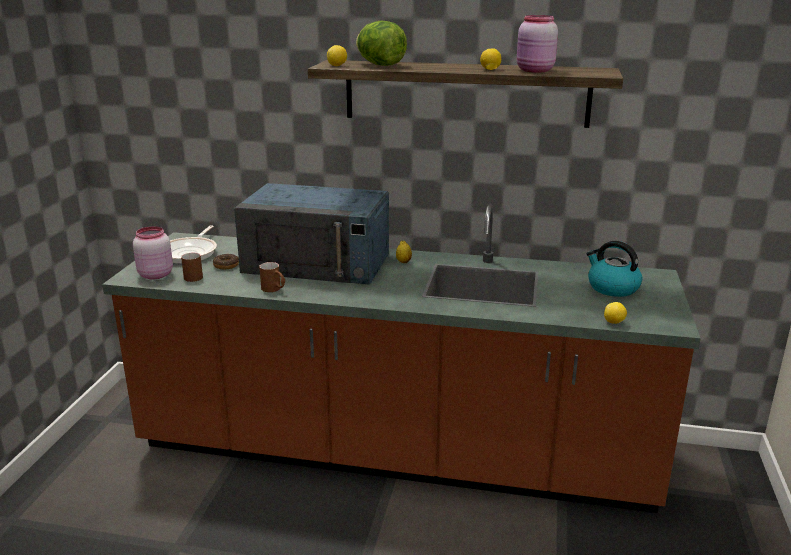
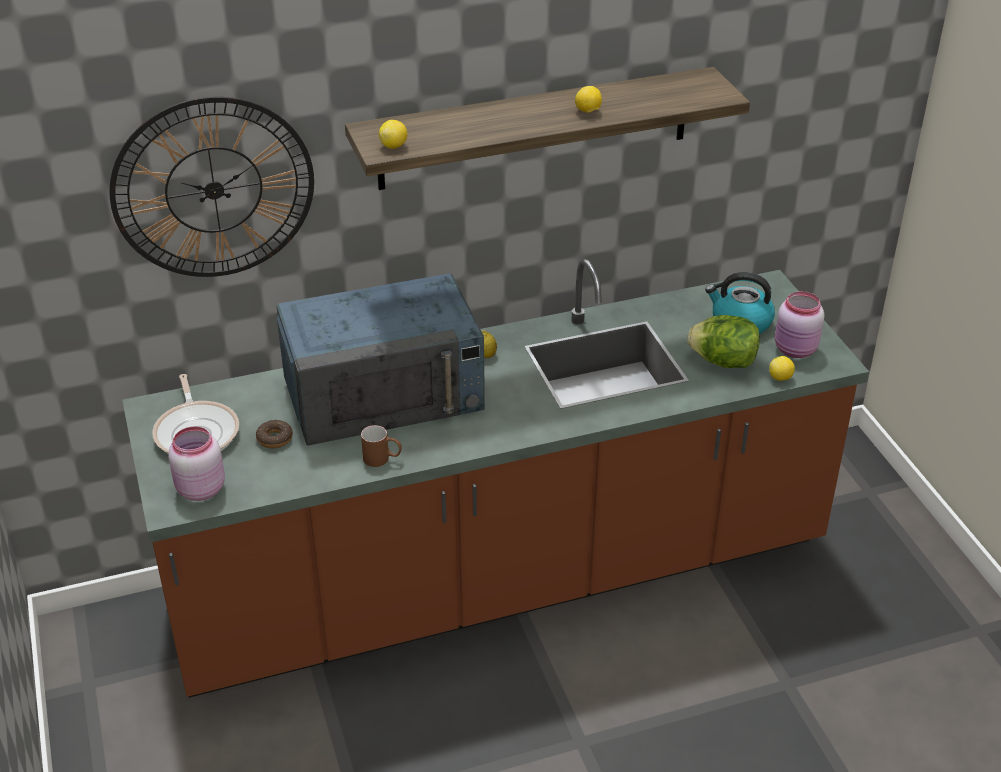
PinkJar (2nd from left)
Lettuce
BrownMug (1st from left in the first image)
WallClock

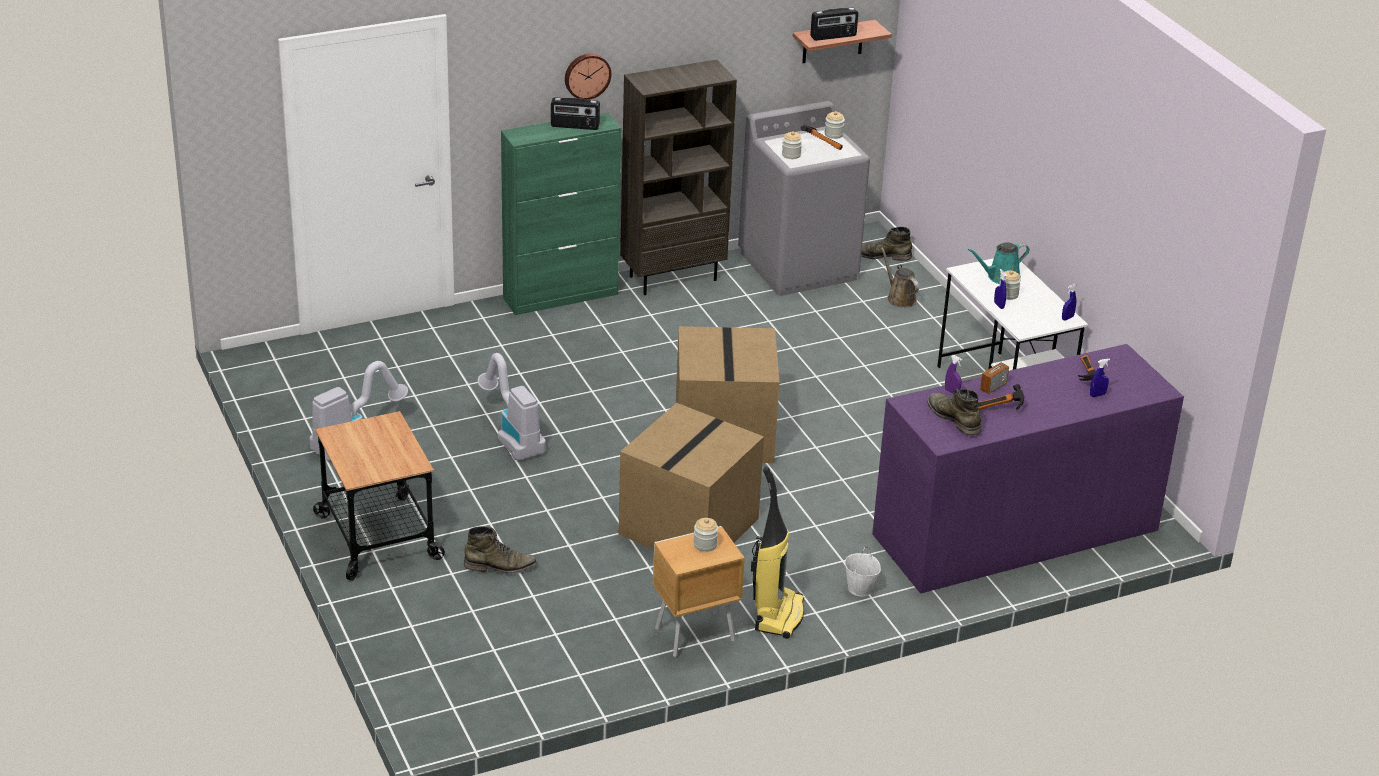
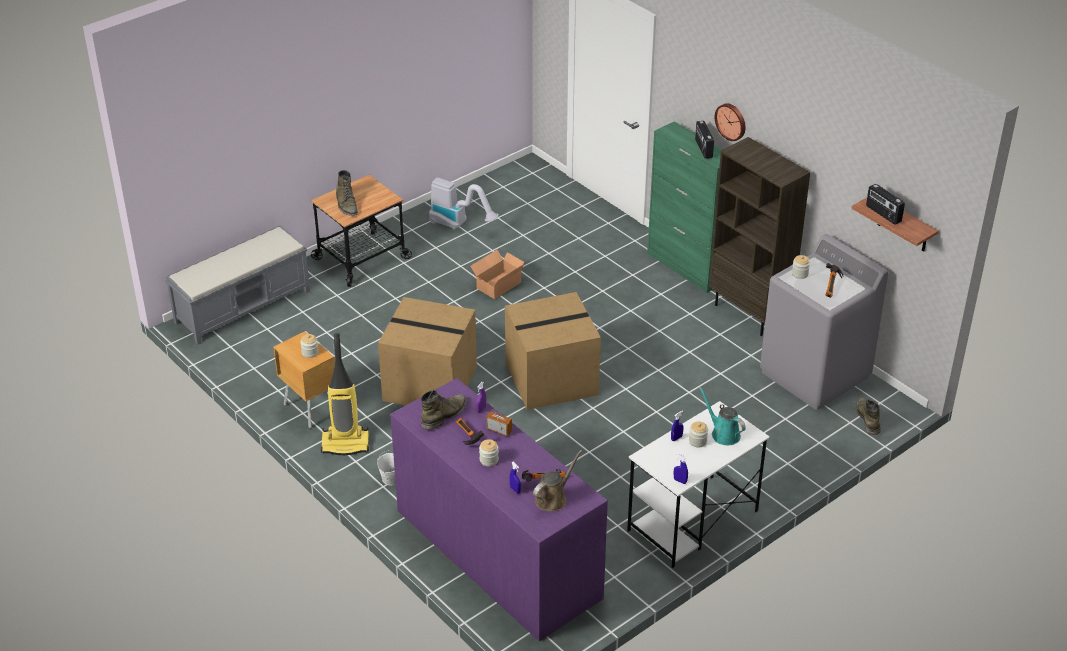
Jar (2nd from left)
BrownWateringCan
CardboardBox (2nd from left)
GreenBoot (1st from left)
GreyBench

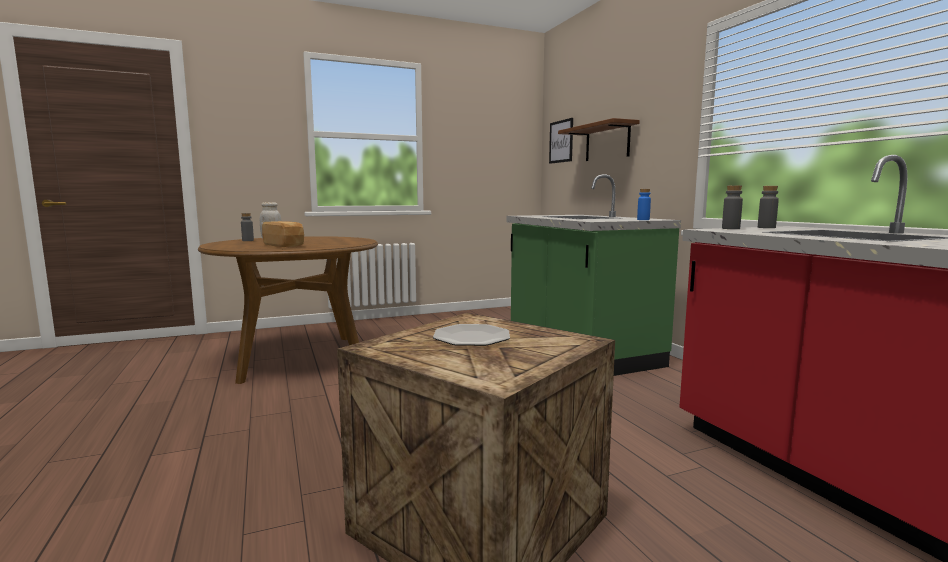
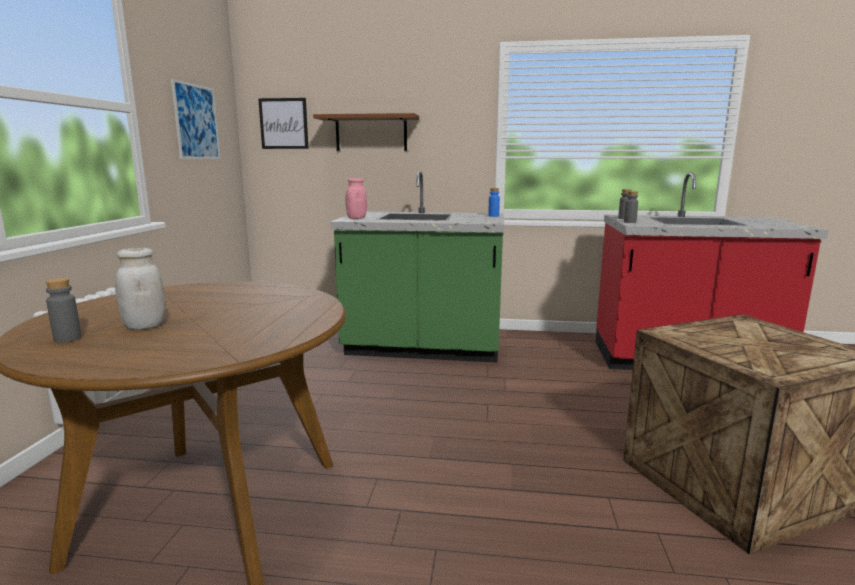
Bread
Plate
Picture (1st from left)
PinkJar

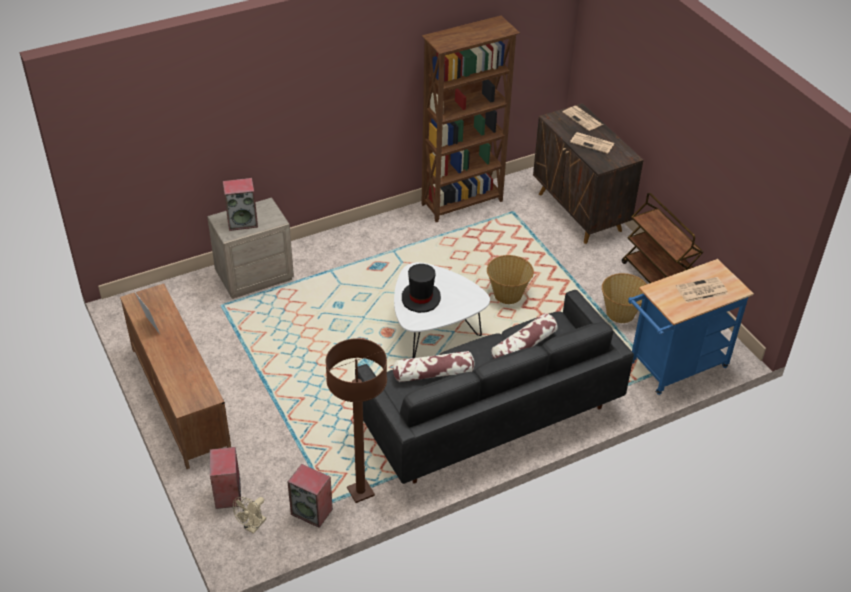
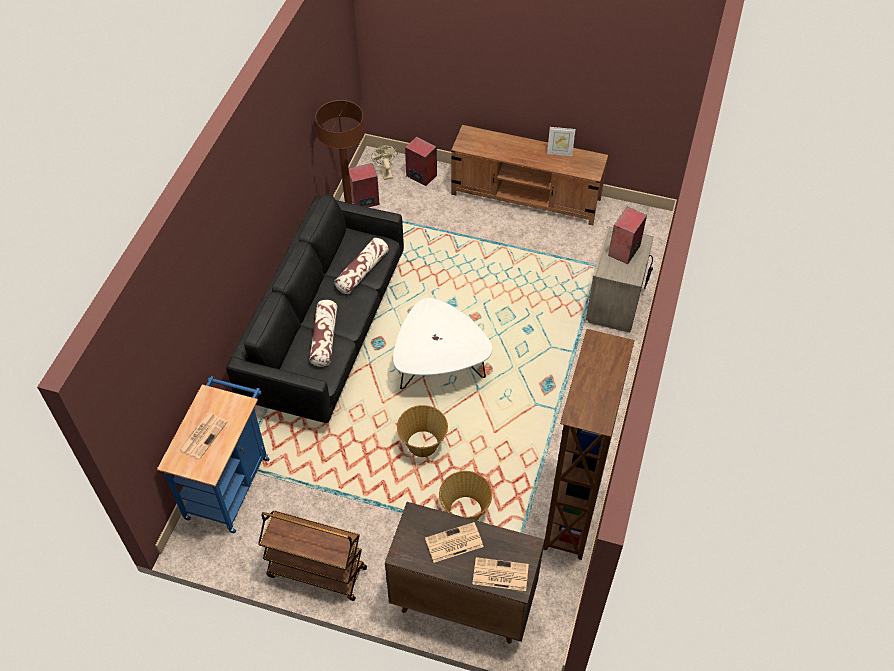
BlackHat
Basket (2nd from left)

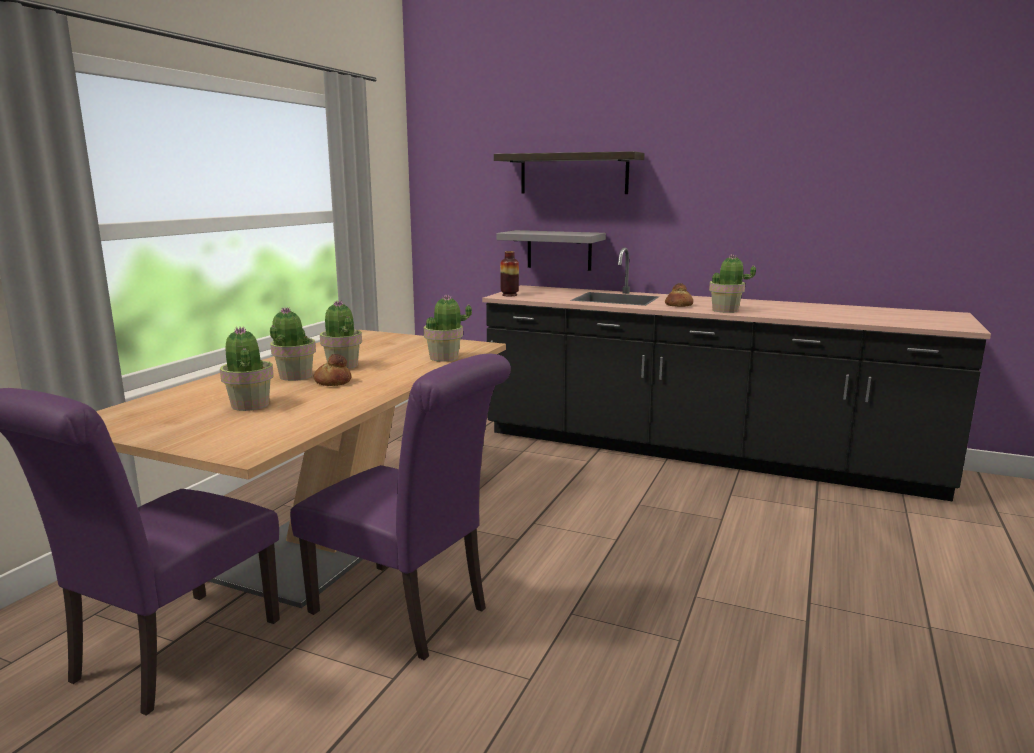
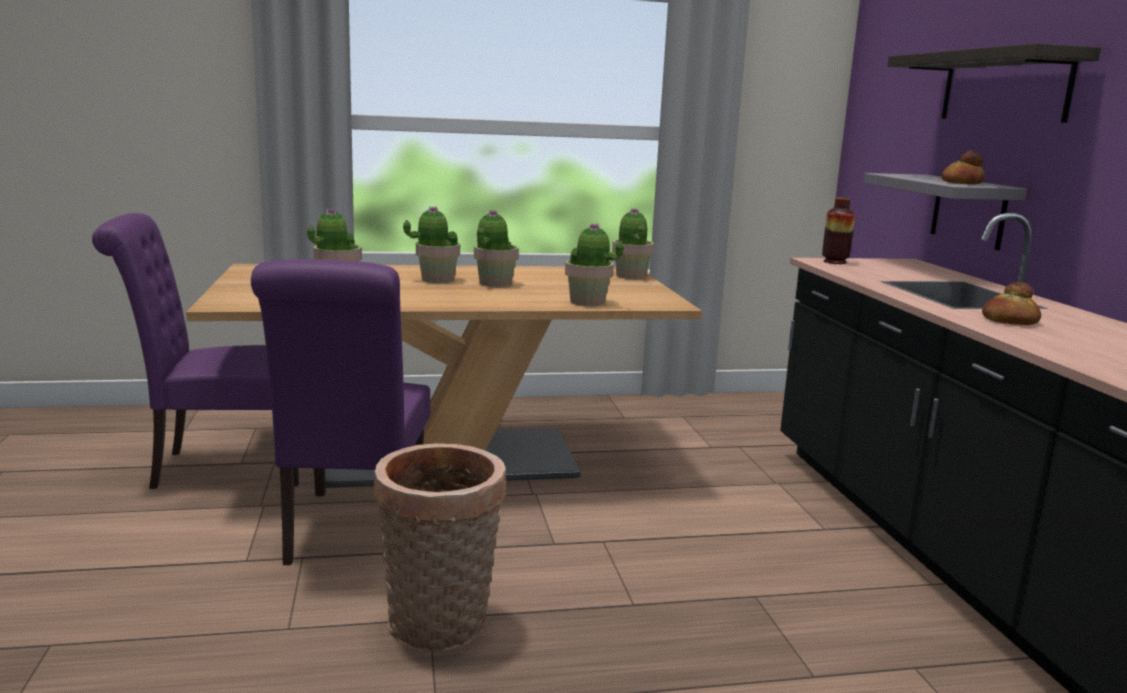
PottedPlant (5th from left)
Bread (1st from left)
Basket

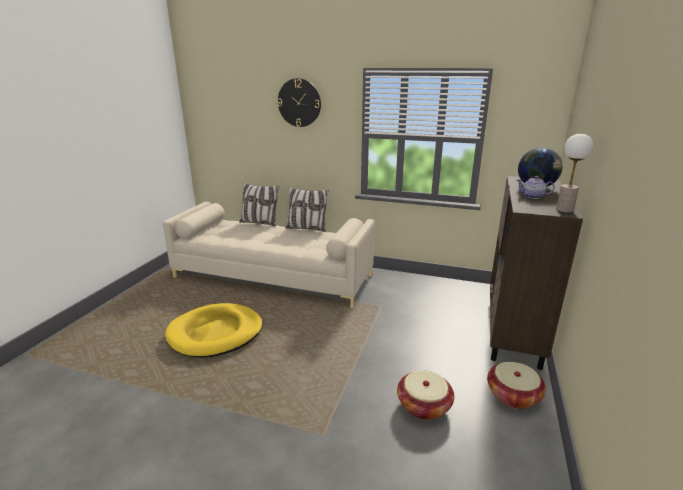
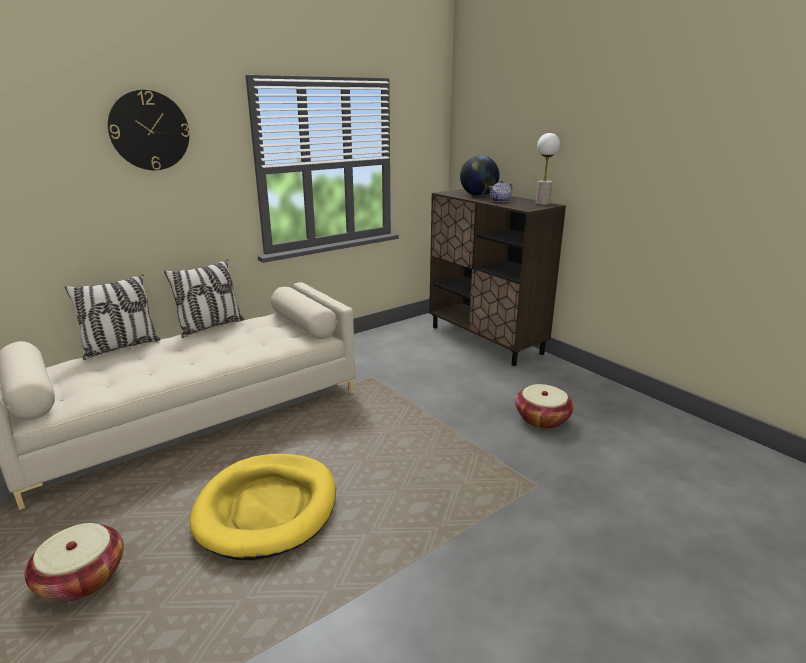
Basket (1st from left)

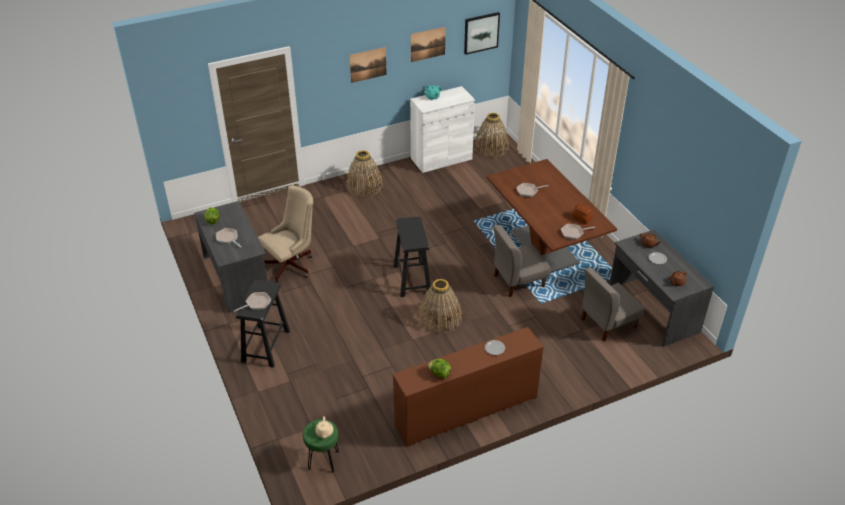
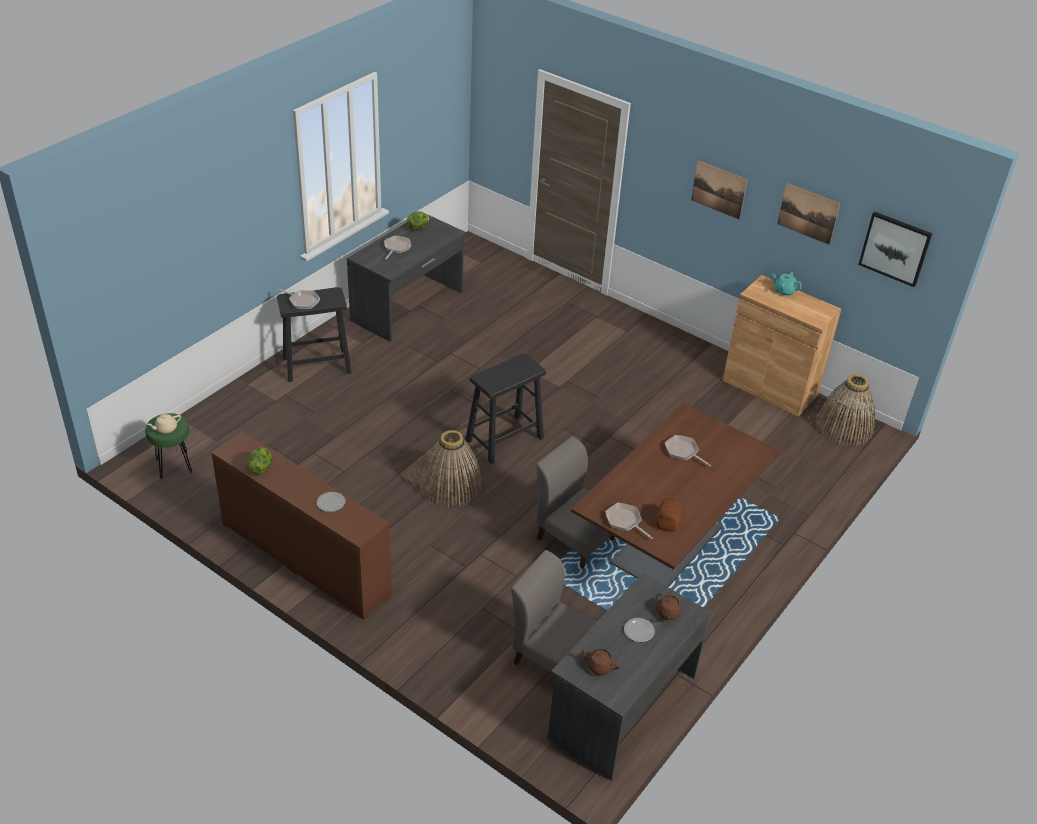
BrownCabinet
Basket (1st from left in the first image)
BeigeOfficeChair

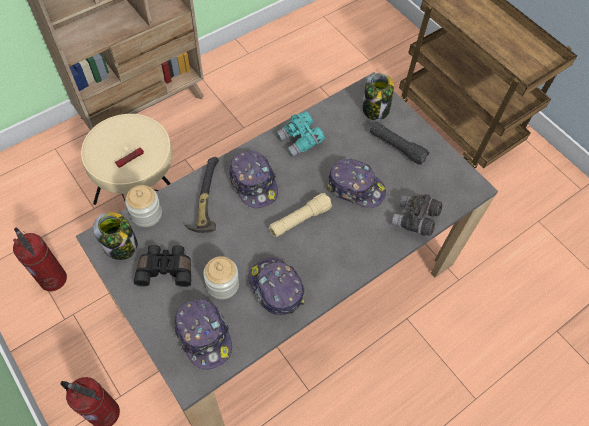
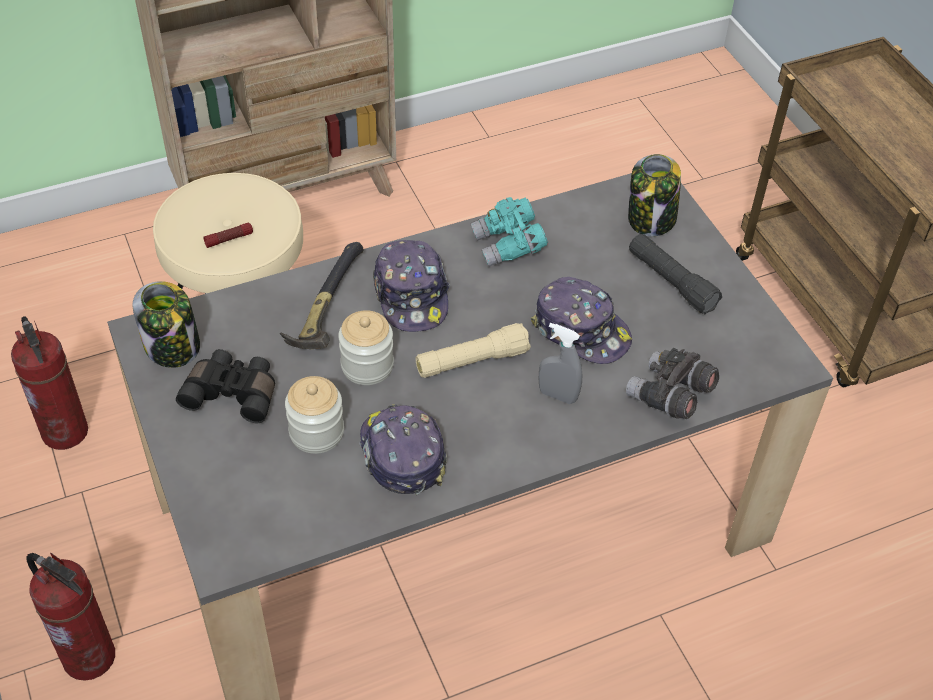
Jar (3rd from left)
Cap (1st from left in the first image)
GreySprayBottle

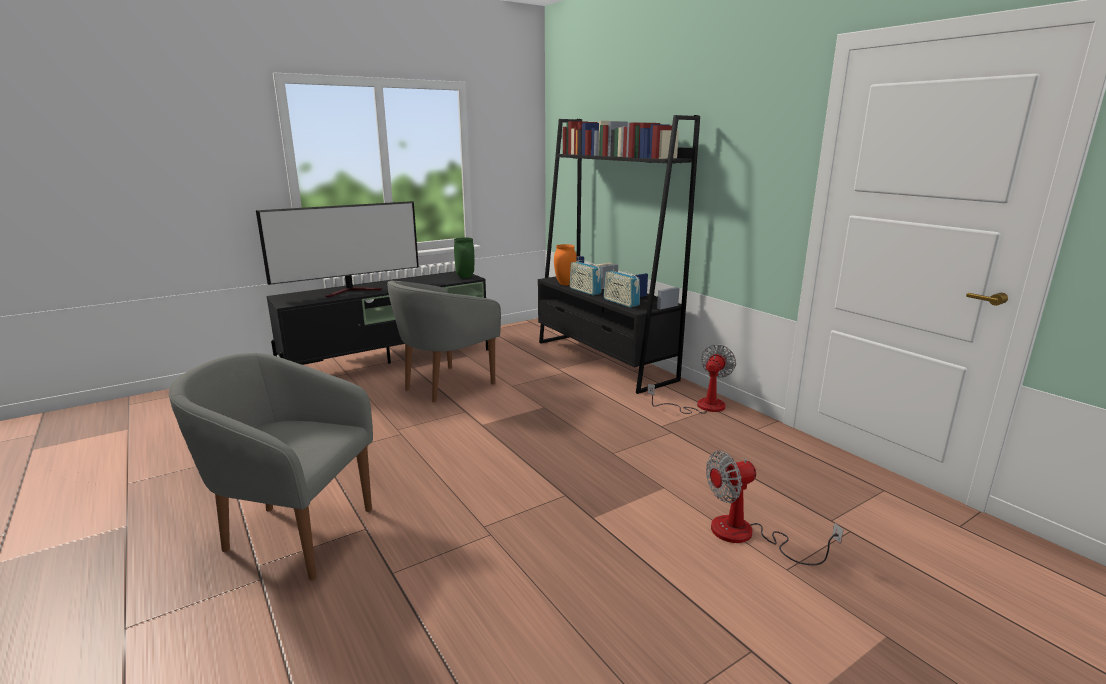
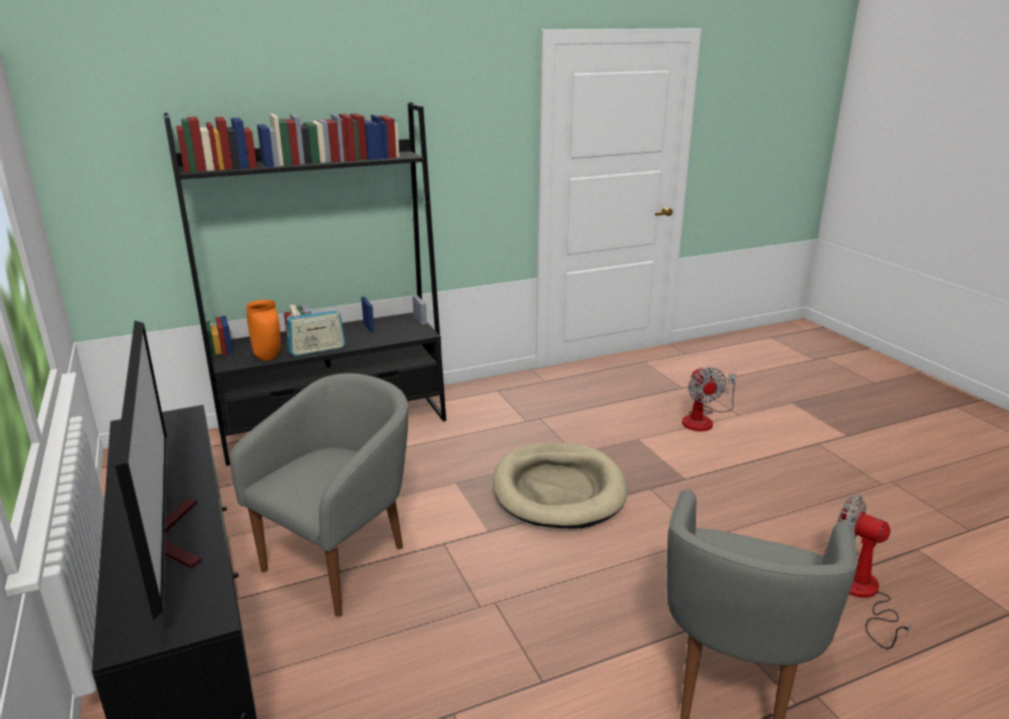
GreenVase
Radio (2nd from left in the first image)
GreyArmchair (1st from left)
Fan (2nd from left)
BeigeDogBed

